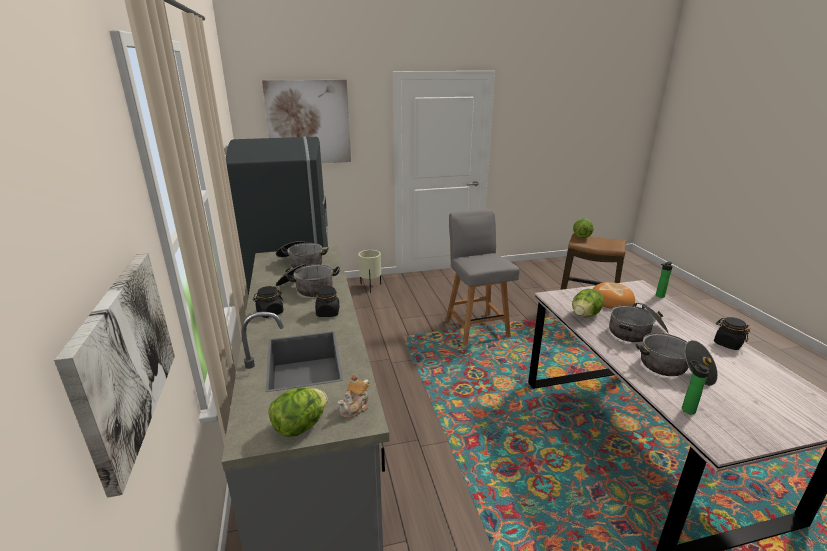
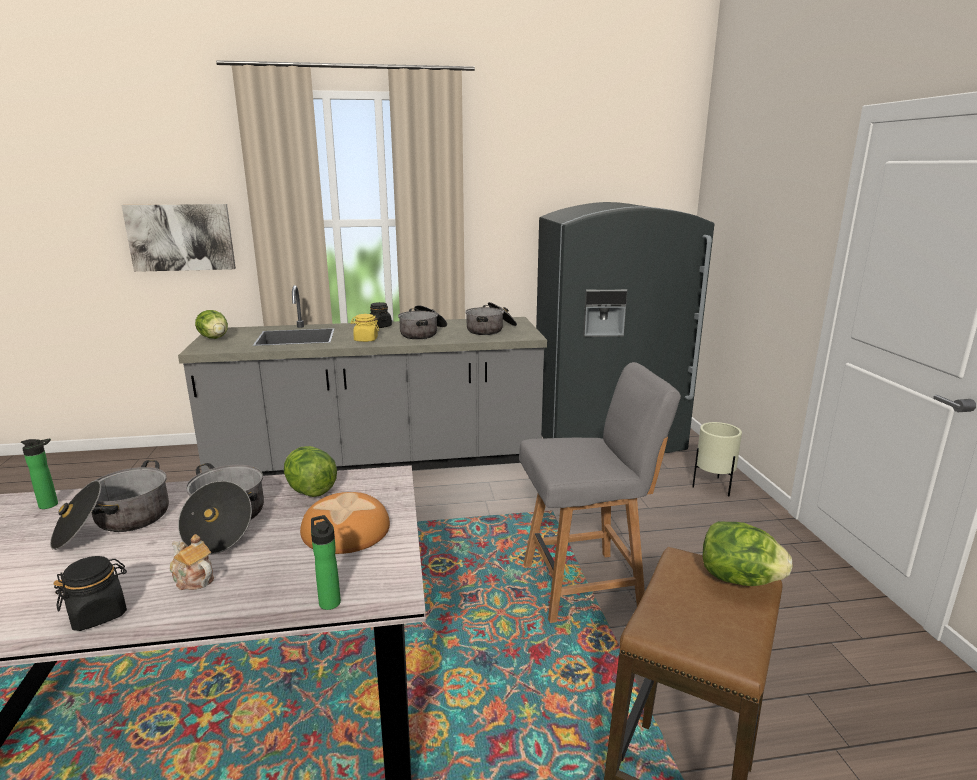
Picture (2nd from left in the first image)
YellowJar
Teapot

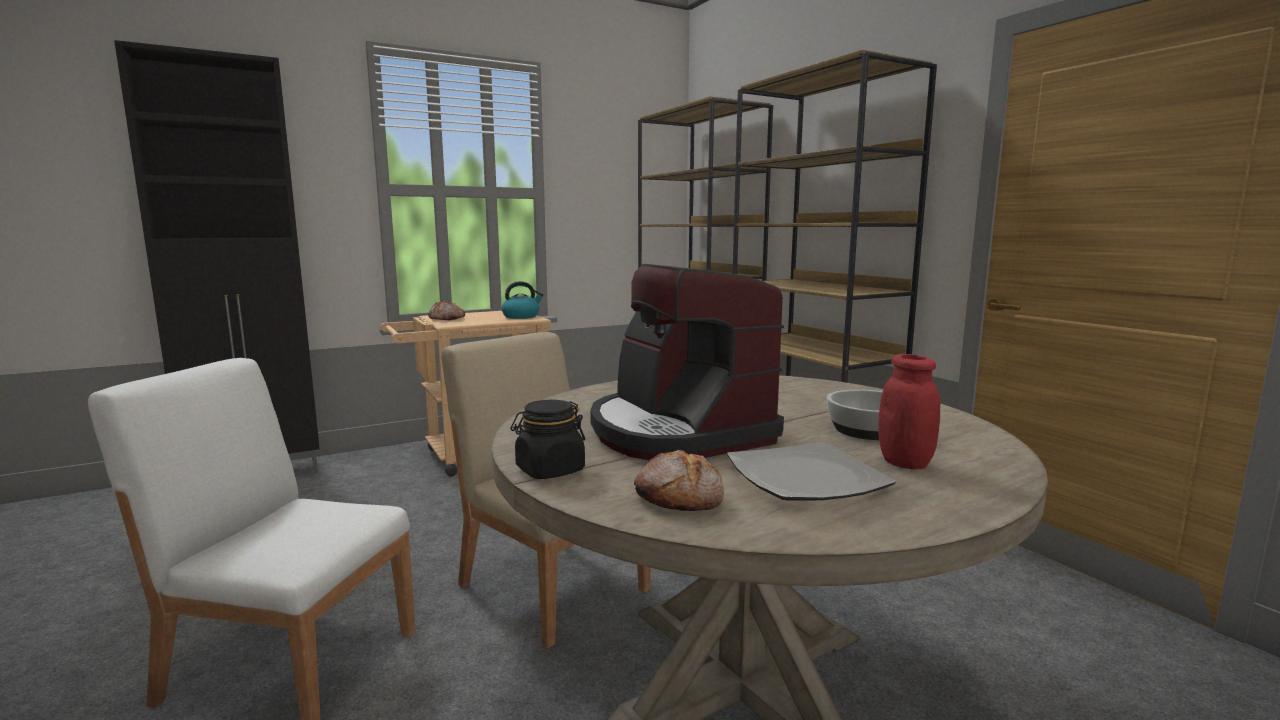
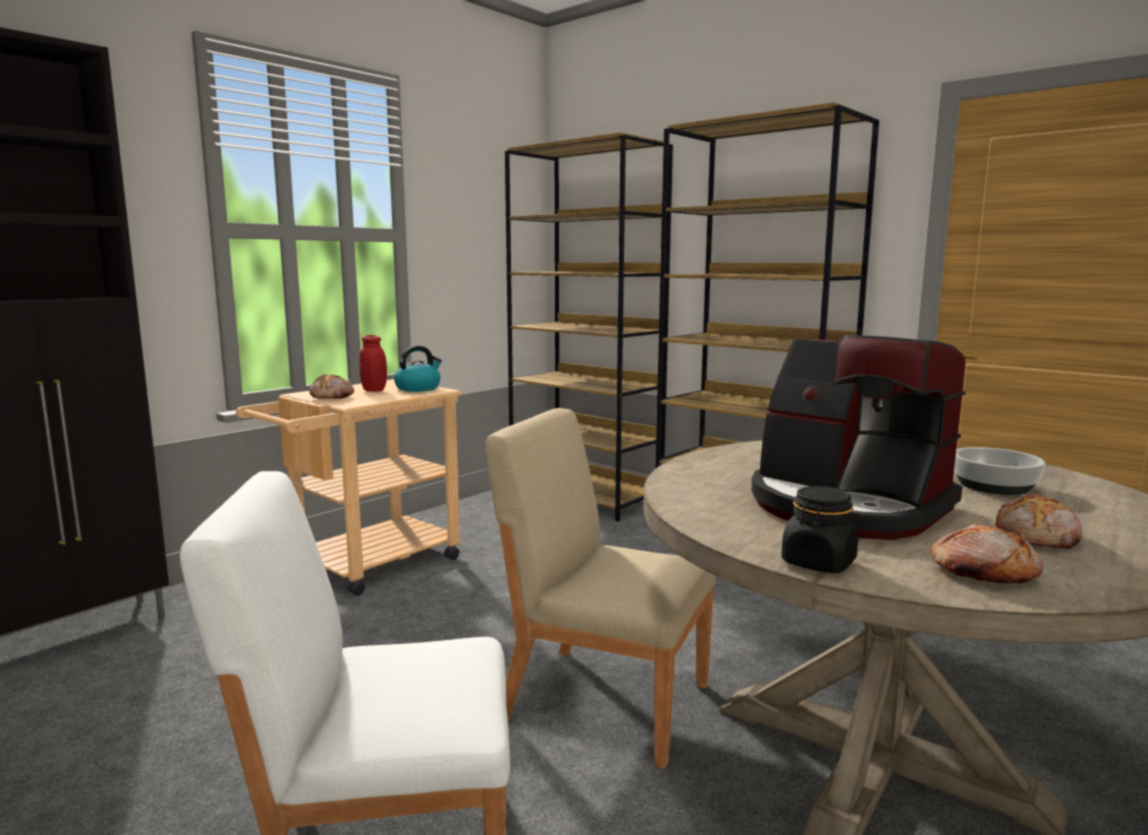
RedJar
Bread (3rd from left)

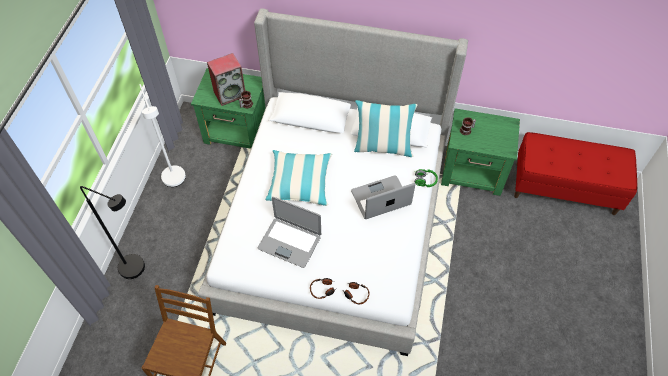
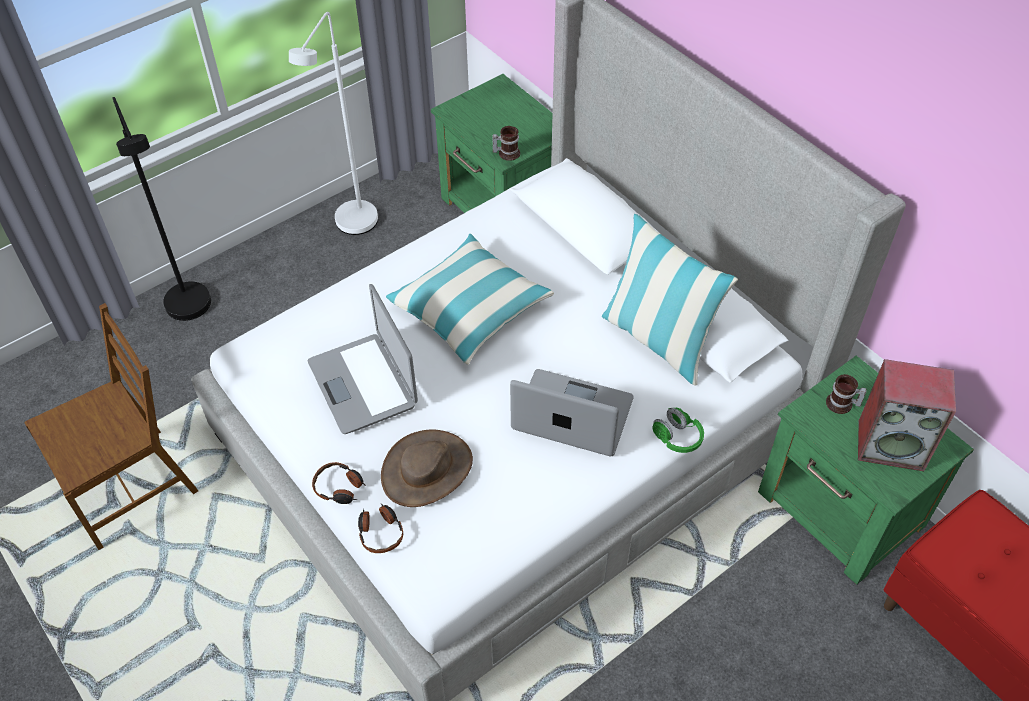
Speaker
BrownHat

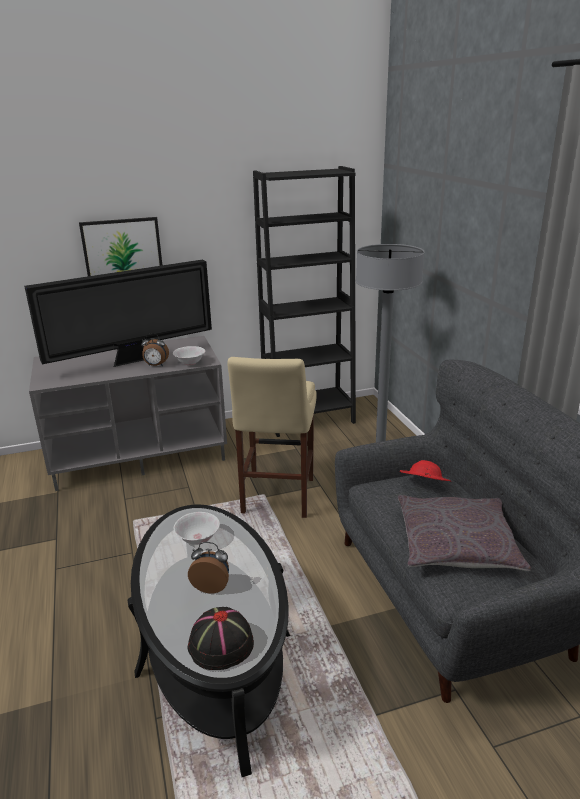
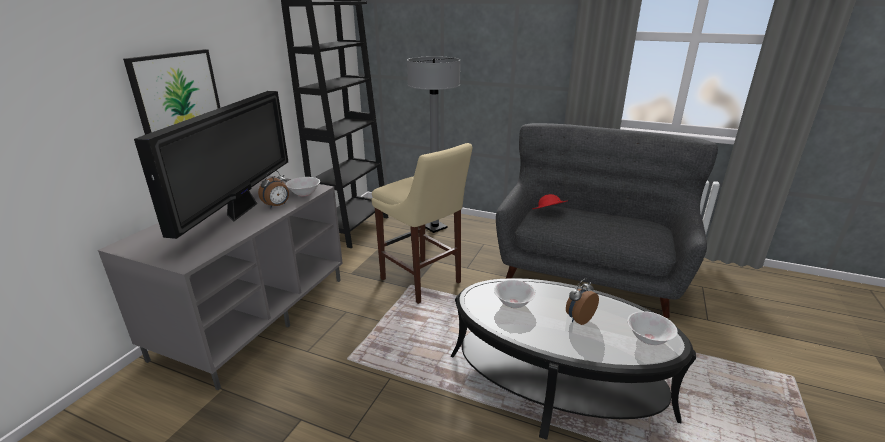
GreyPillow
WhiteBowl (3rd from left)

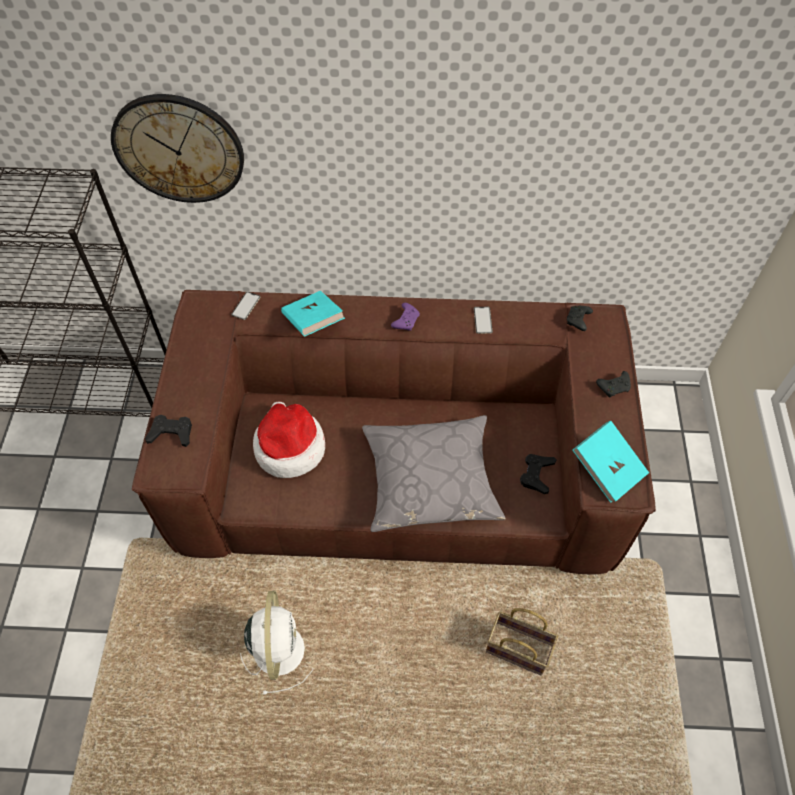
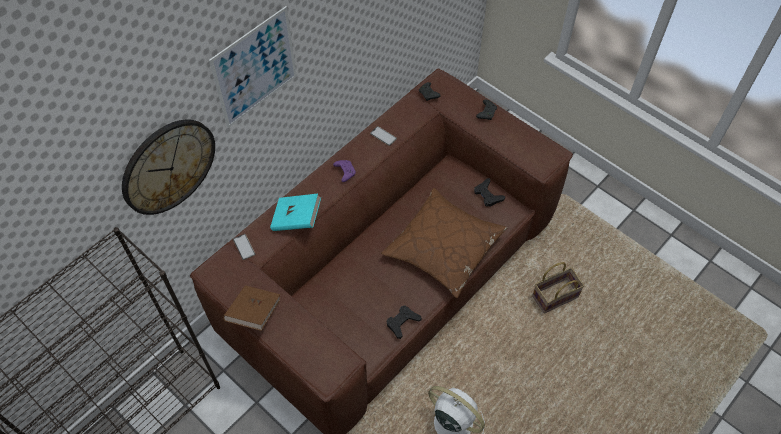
Hat
BlackGameController (1st from left)
BrownPillow
TurquoiseBook (2nd from left in the first image)
Picture
BrownBook

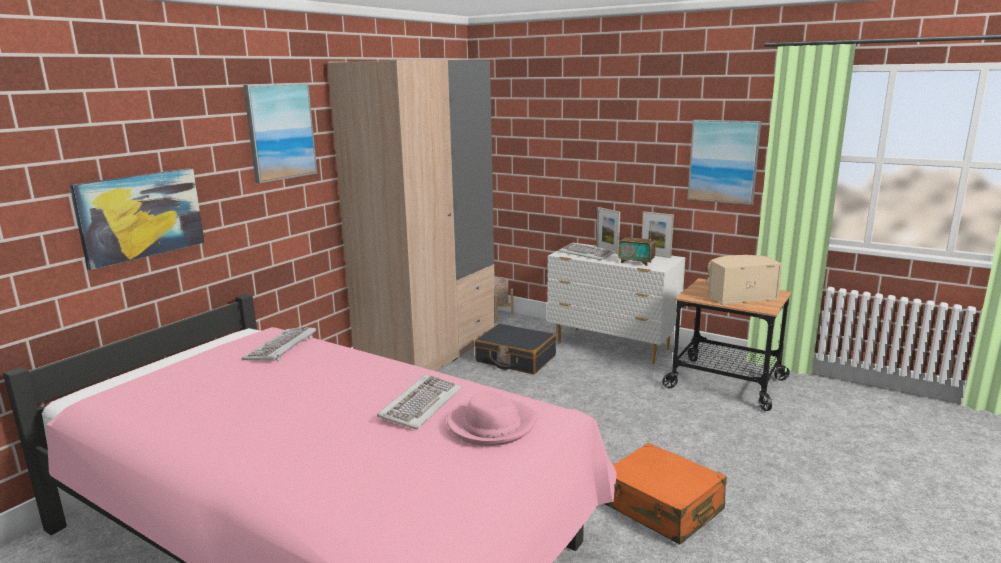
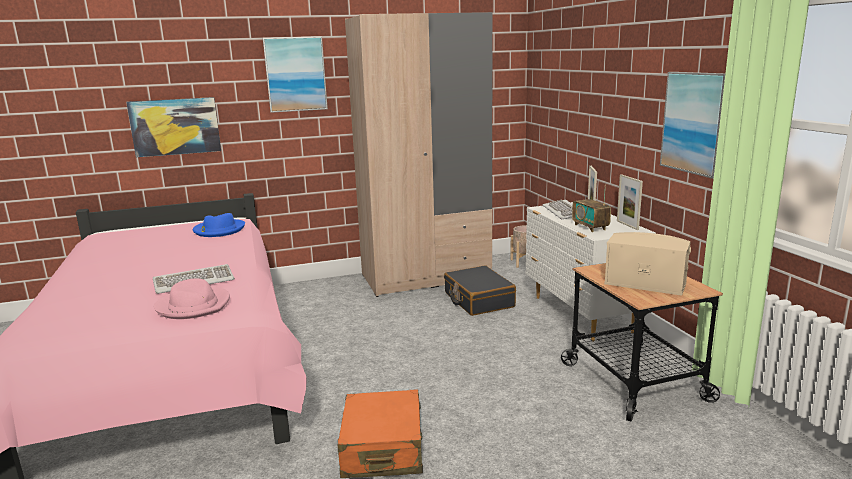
BlueHat

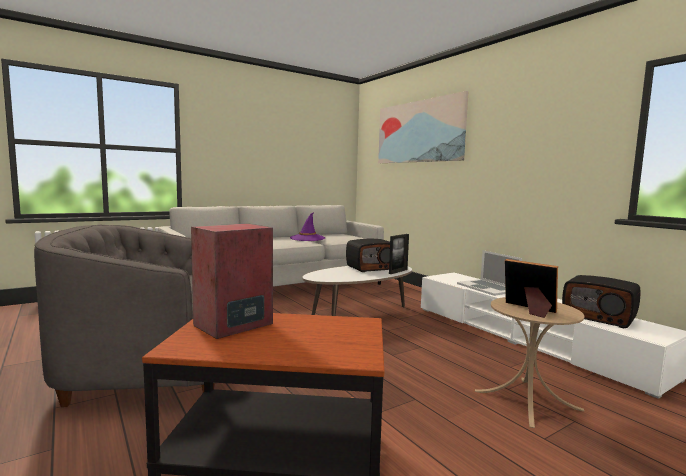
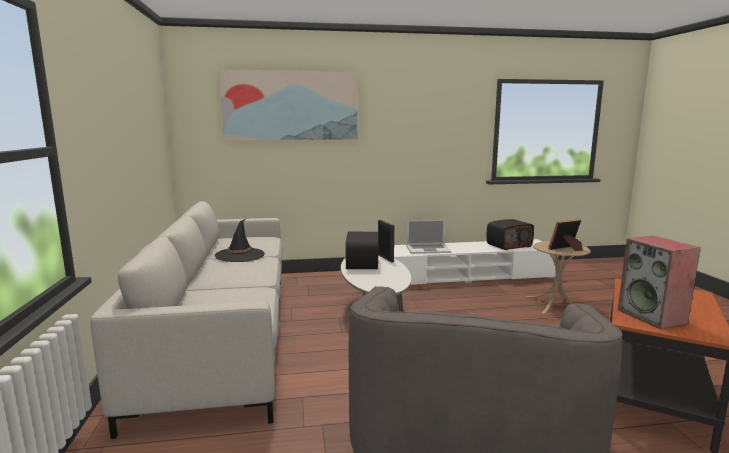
BlackHat

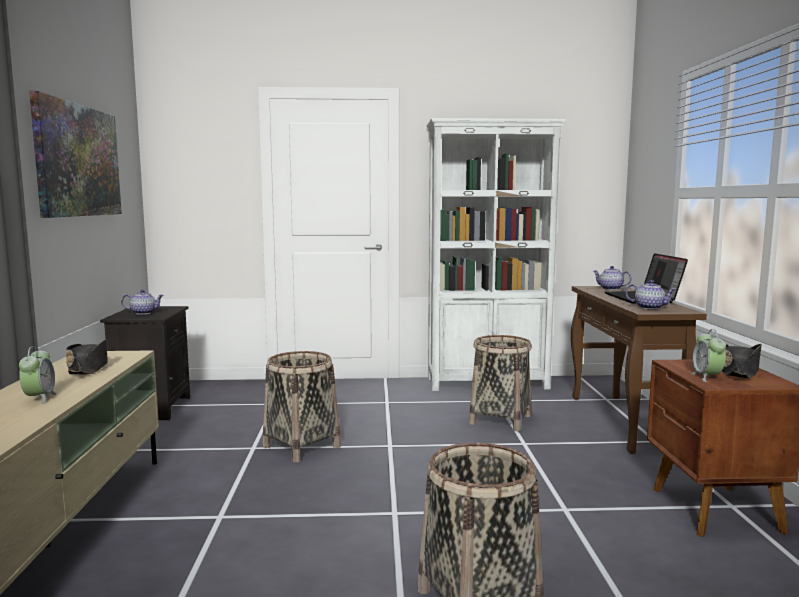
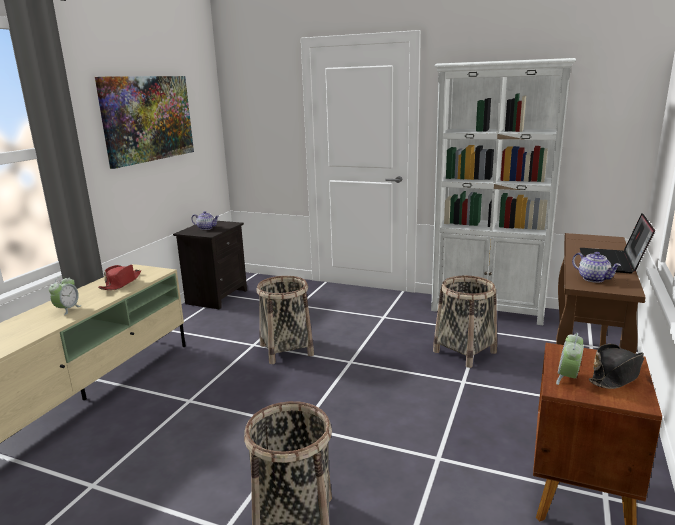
Teapot (2nd from left in the first image)
RedHat

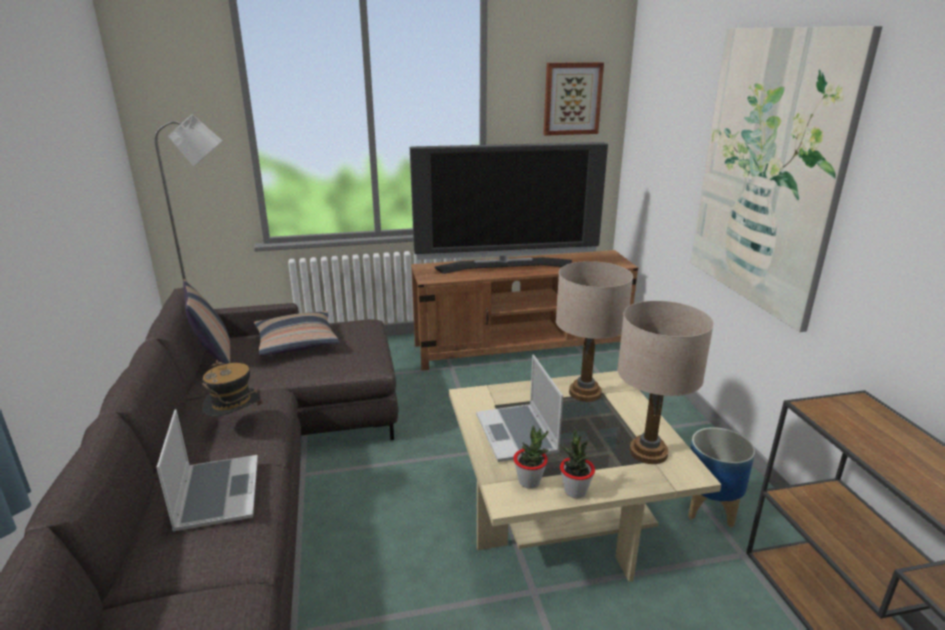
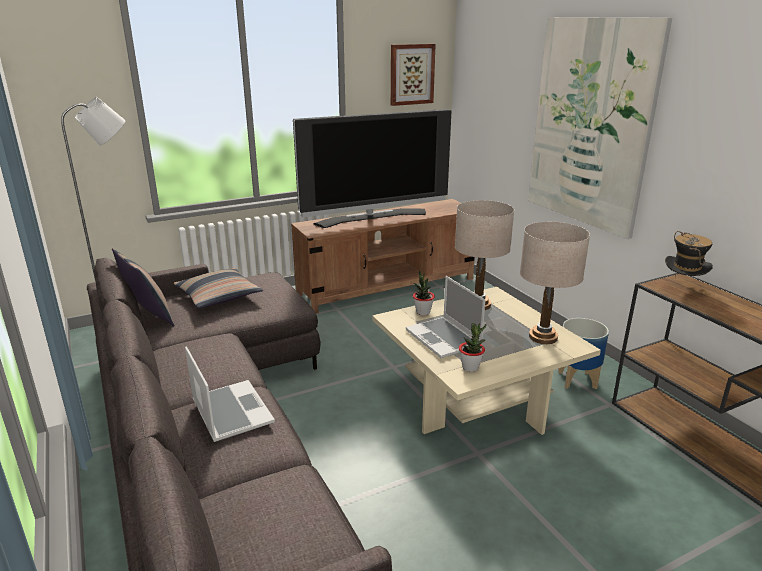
Hat
PottedPlant (1st from left)

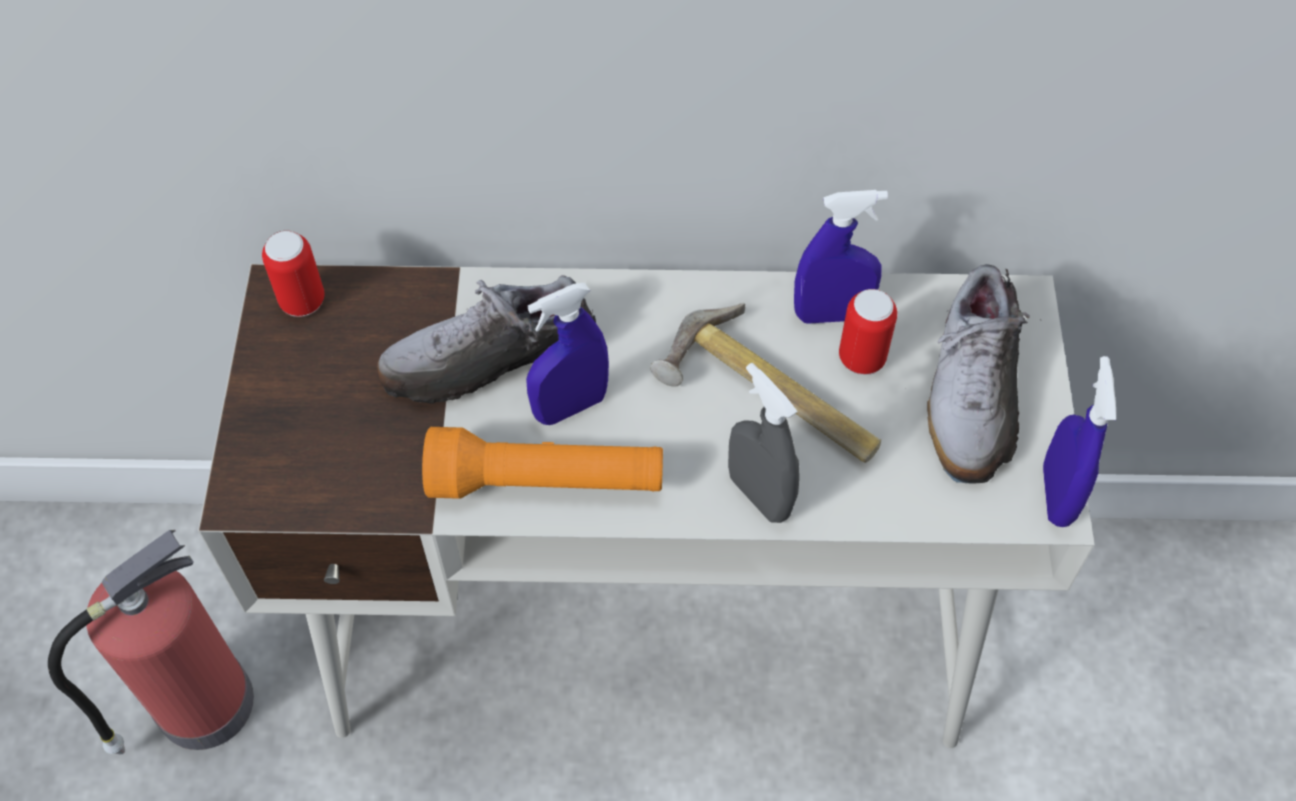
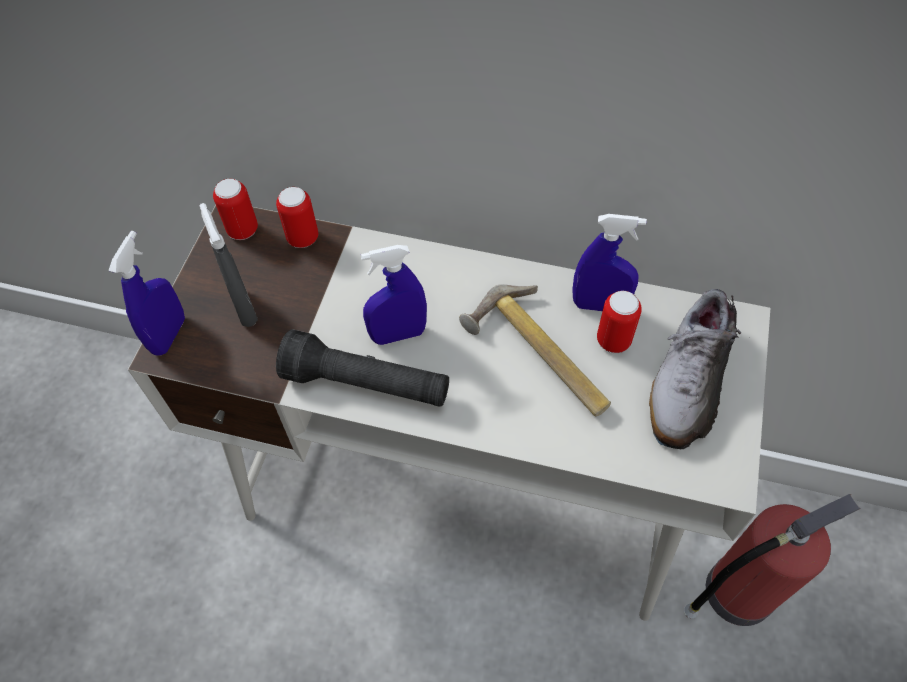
Shoe (1st from left in the first image)
BlueSprayBottle (1st from left)
GreySprayBottle
BlackFlashlight
FireExtinguisher
Can (2nd from left)

